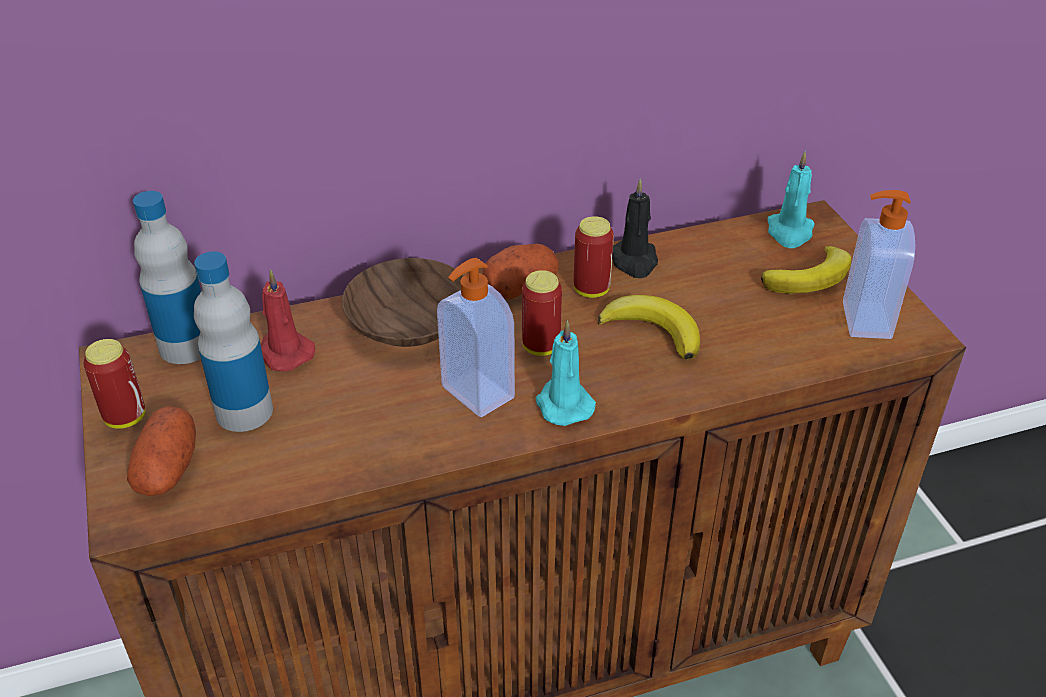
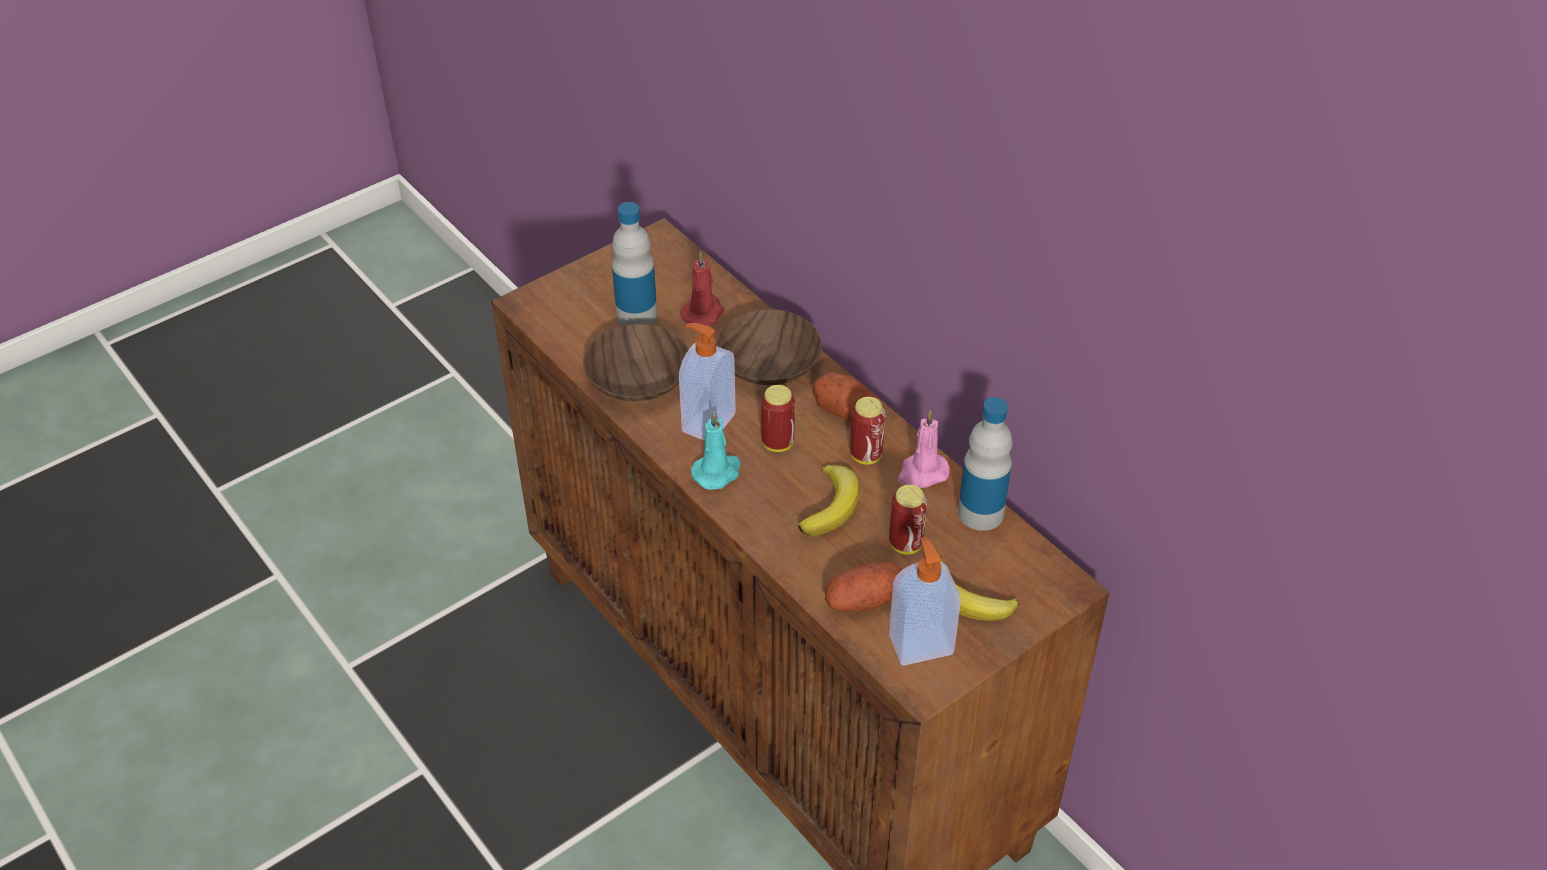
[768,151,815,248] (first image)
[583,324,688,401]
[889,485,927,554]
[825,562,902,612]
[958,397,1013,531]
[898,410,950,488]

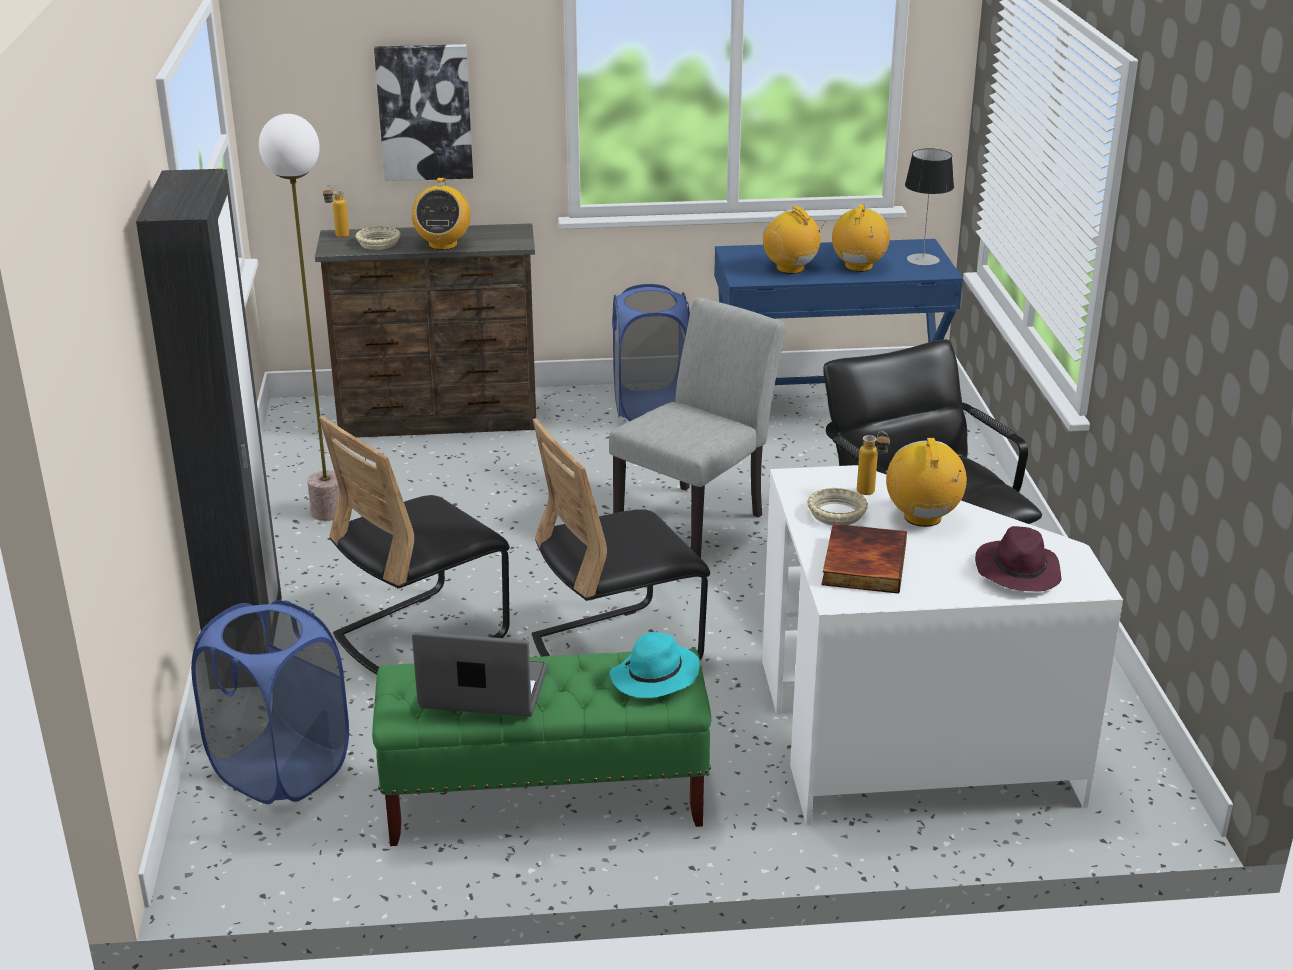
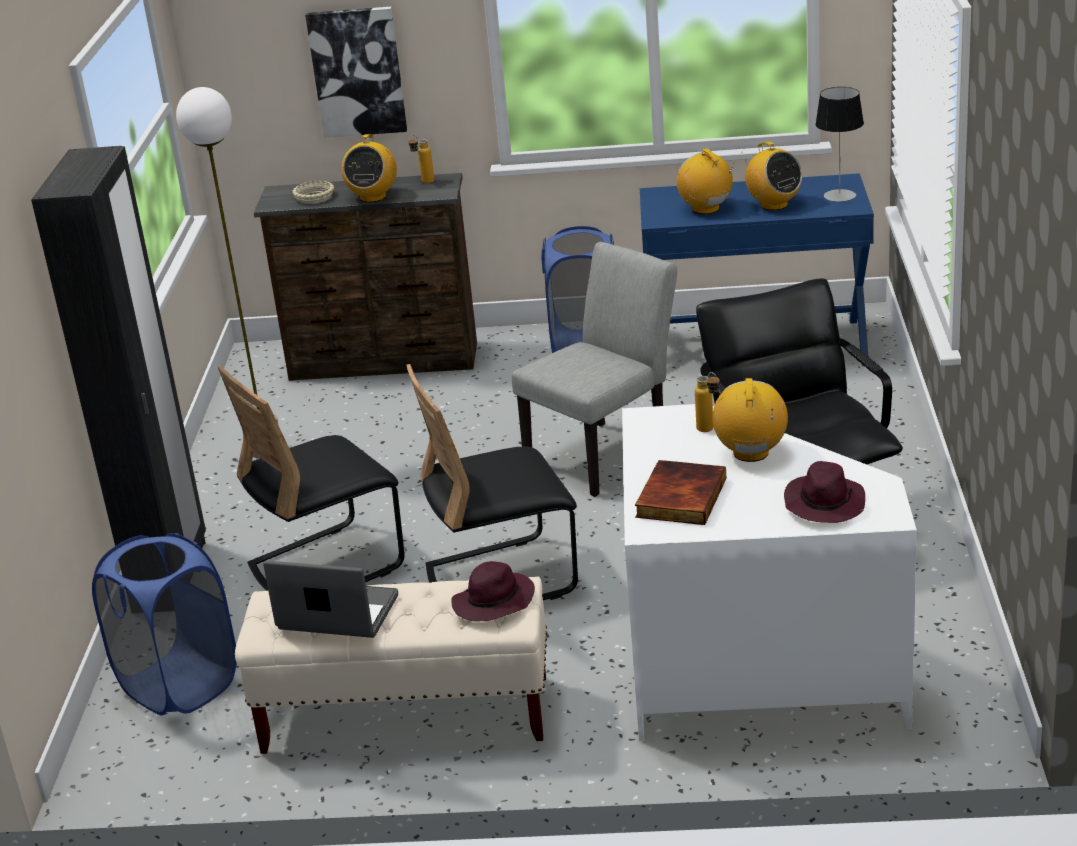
[807,487,868,525] (first image)
[408,135,434,183]
[235,577,547,754]
[451,561,535,622]
[742,142,802,210]

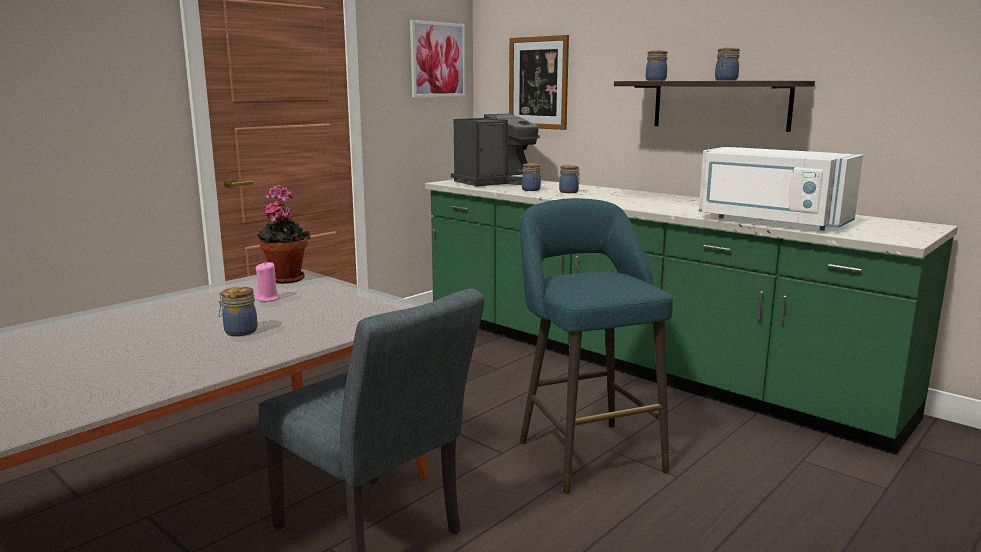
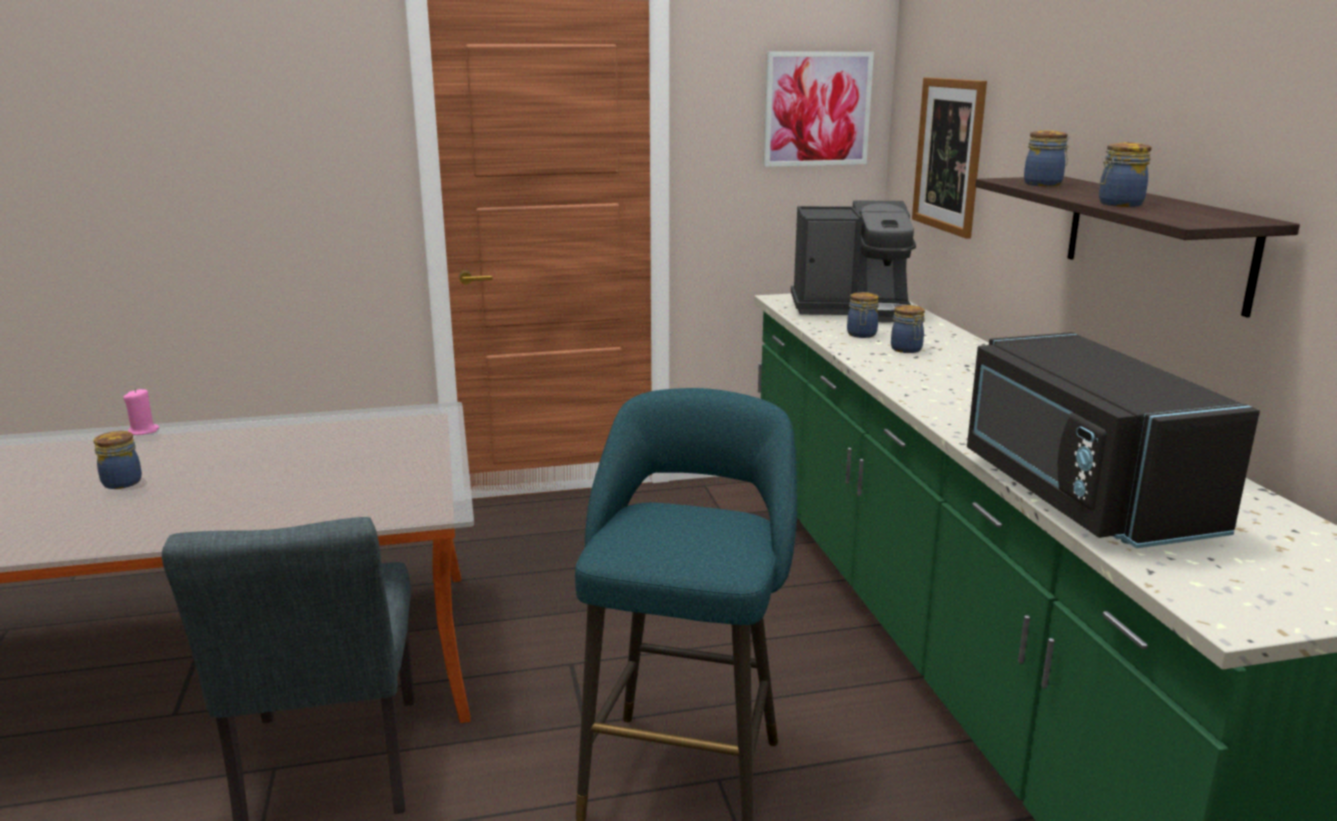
[257,185,311,284] (first image)
[94,431,142,489]
[123,388,159,435]
[967,332,1260,548]

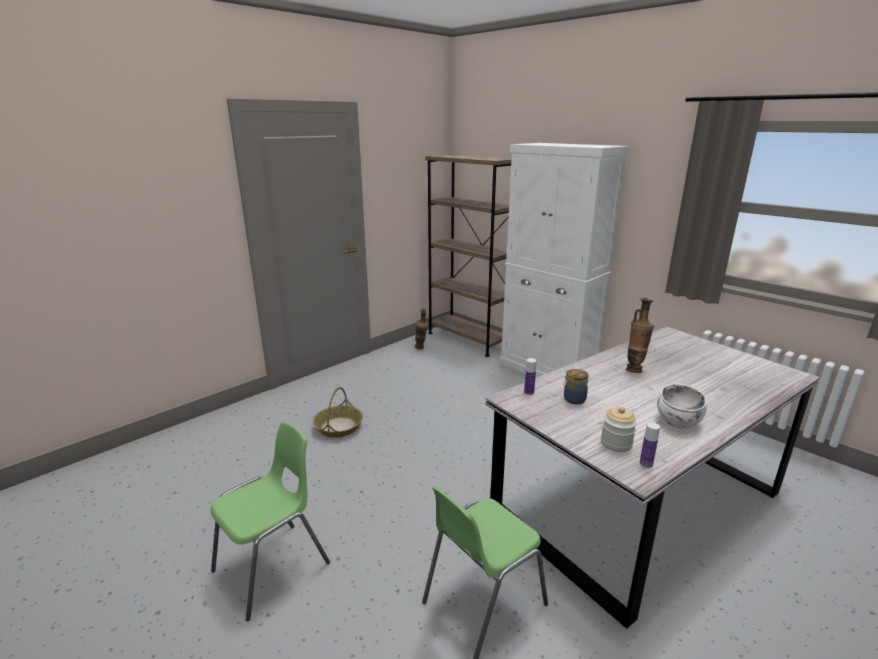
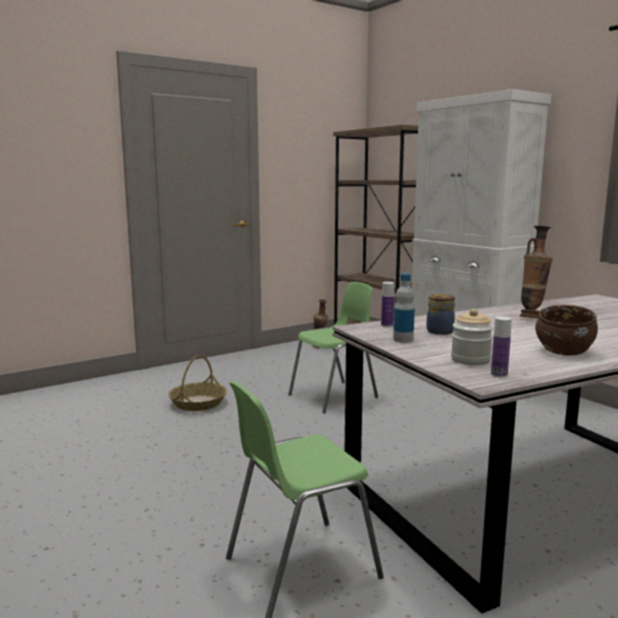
[393,273,415,343]
[289,282,378,413]
[535,305,598,356]

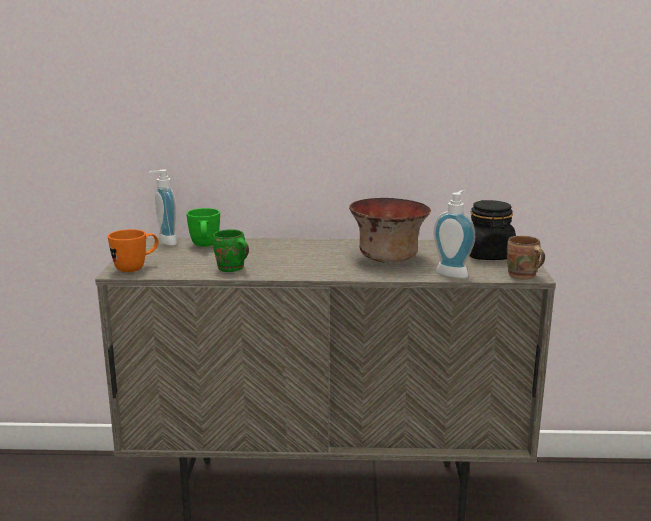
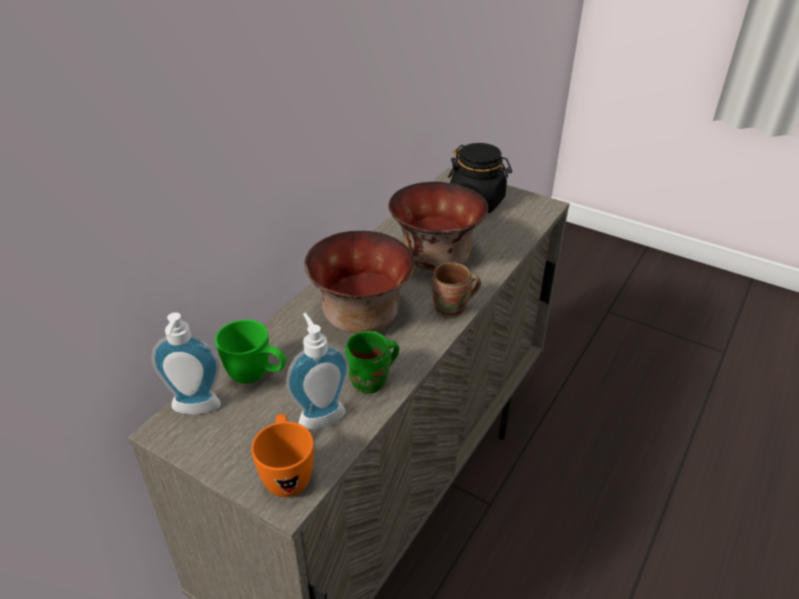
[304,231,415,333]
[286,313,349,430]
[431,262,481,318]

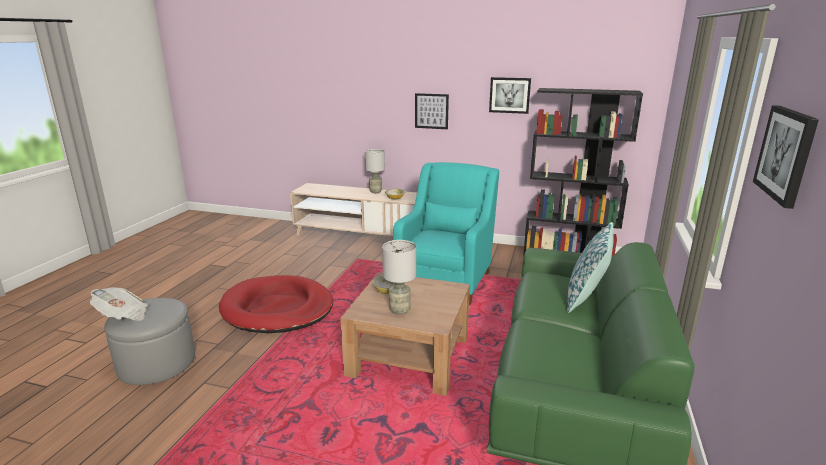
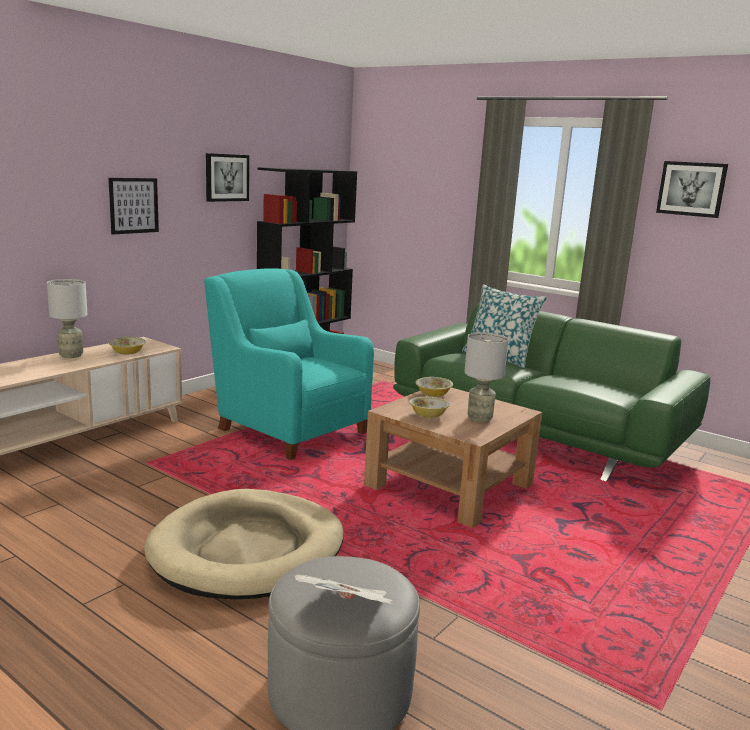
[416,377,453,397]
[144,489,343,600]

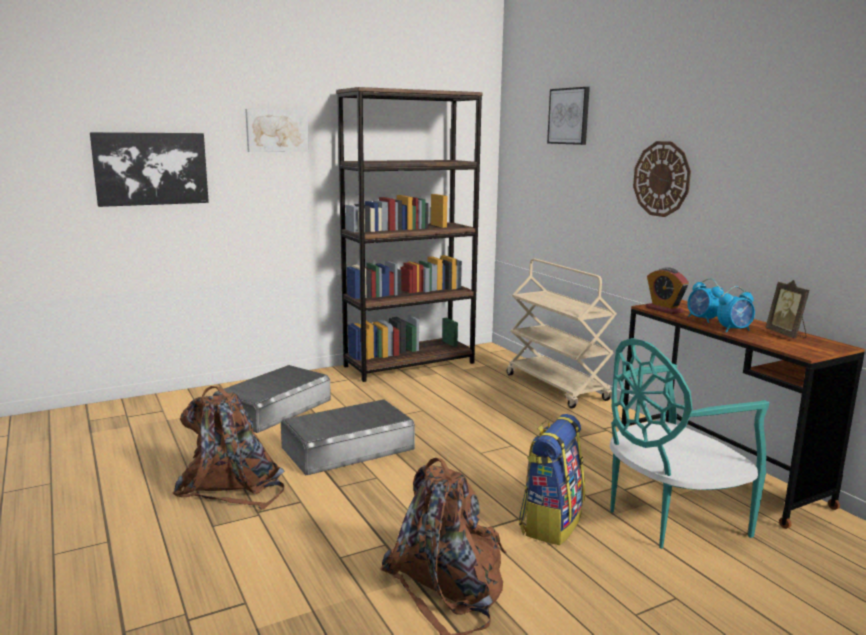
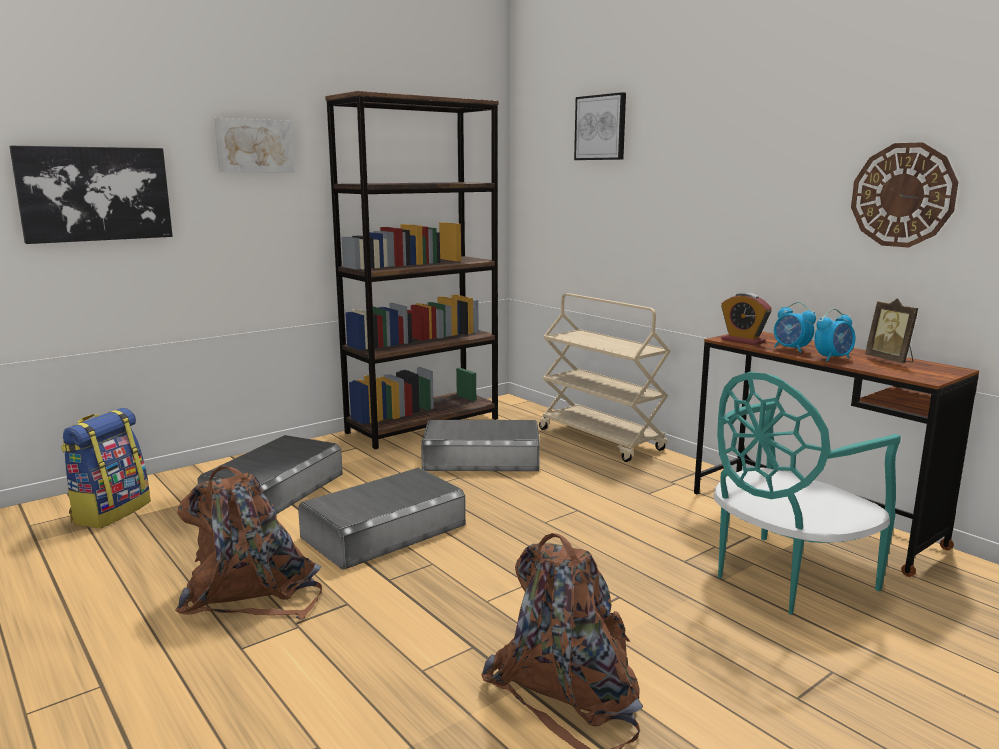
[421,420,540,471]
[61,408,151,528]
[851,142,958,247]

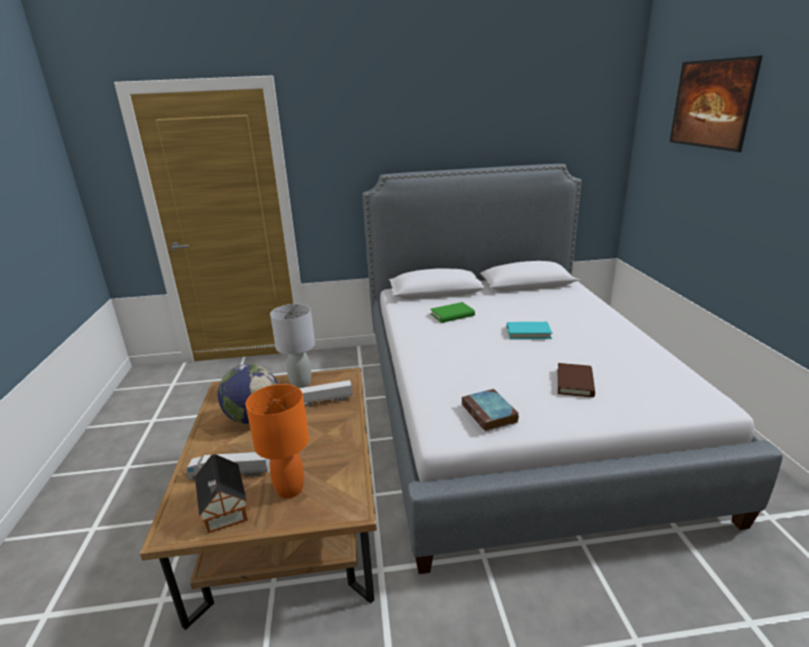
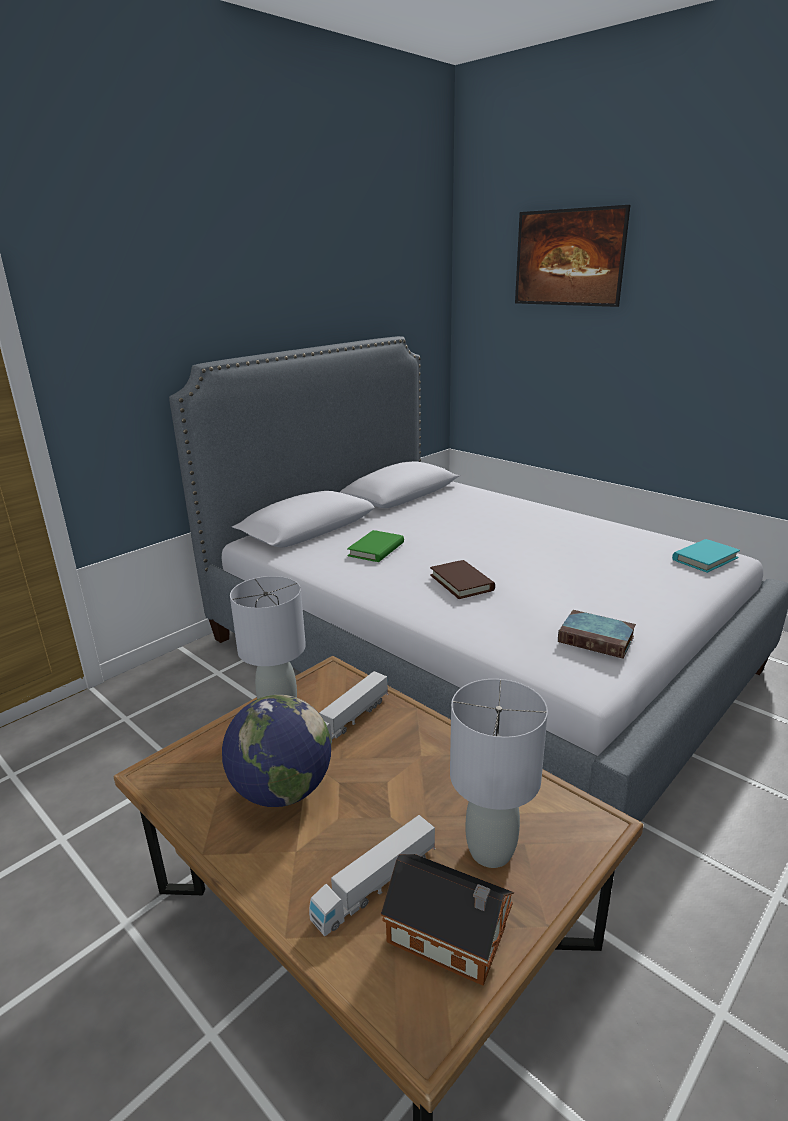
[672,539,740,573]
[430,560,495,599]
[450,679,548,868]

